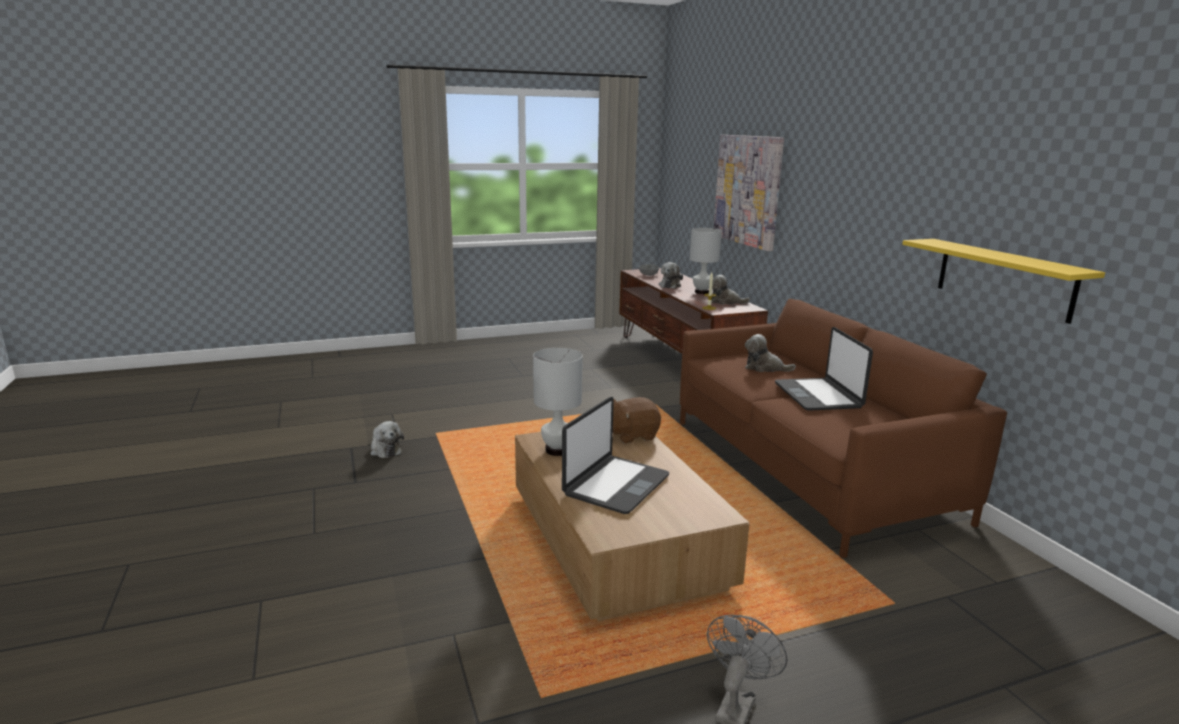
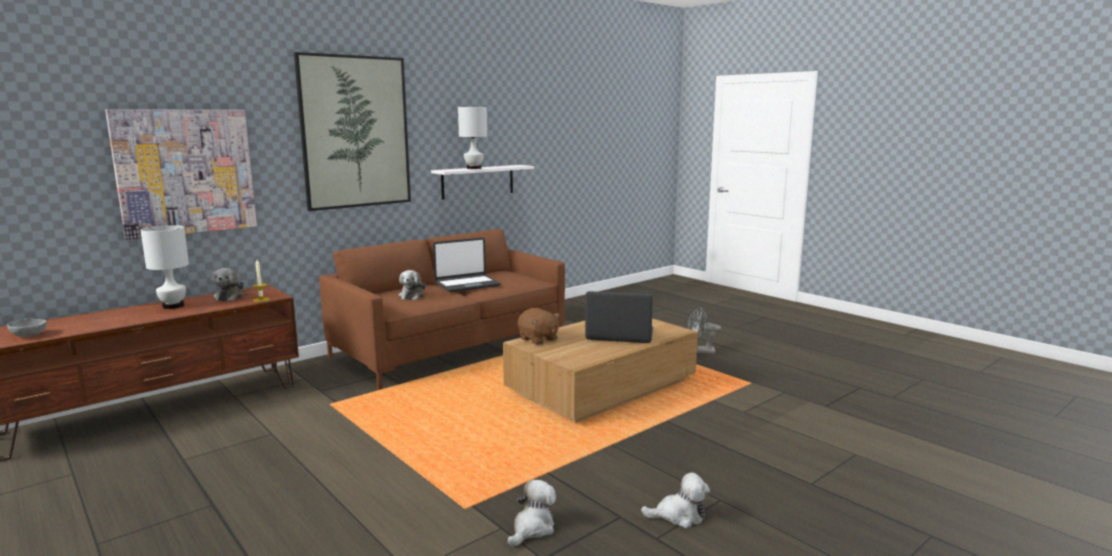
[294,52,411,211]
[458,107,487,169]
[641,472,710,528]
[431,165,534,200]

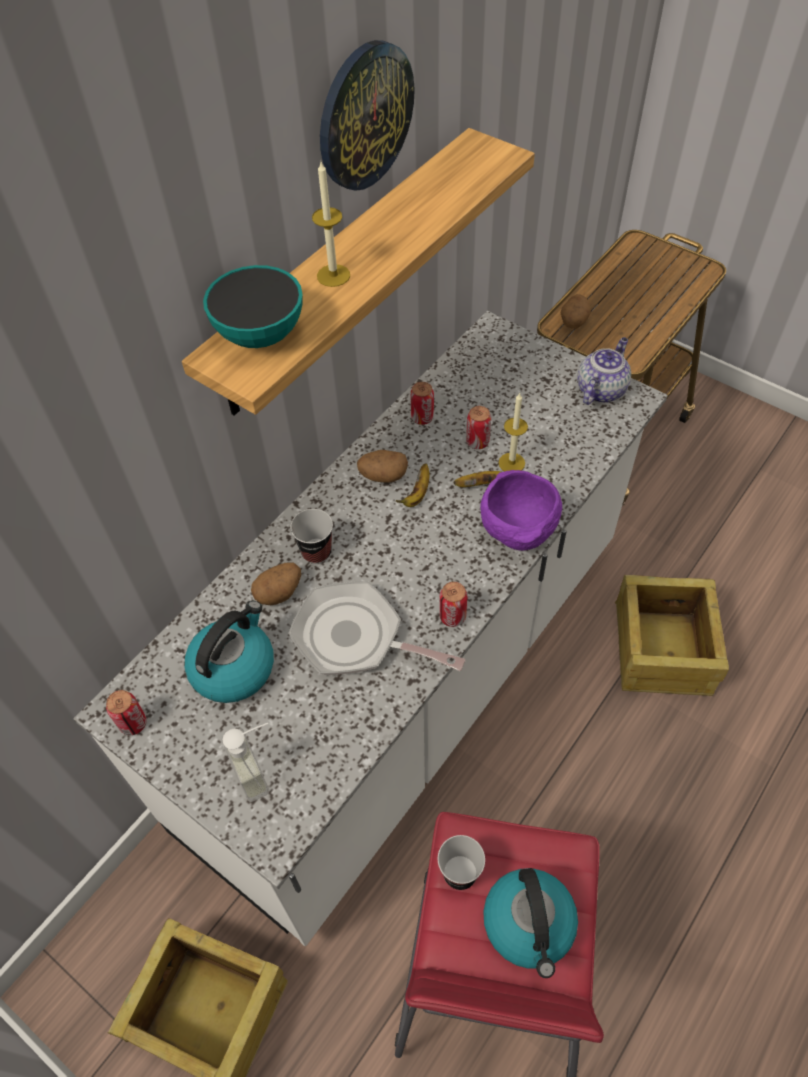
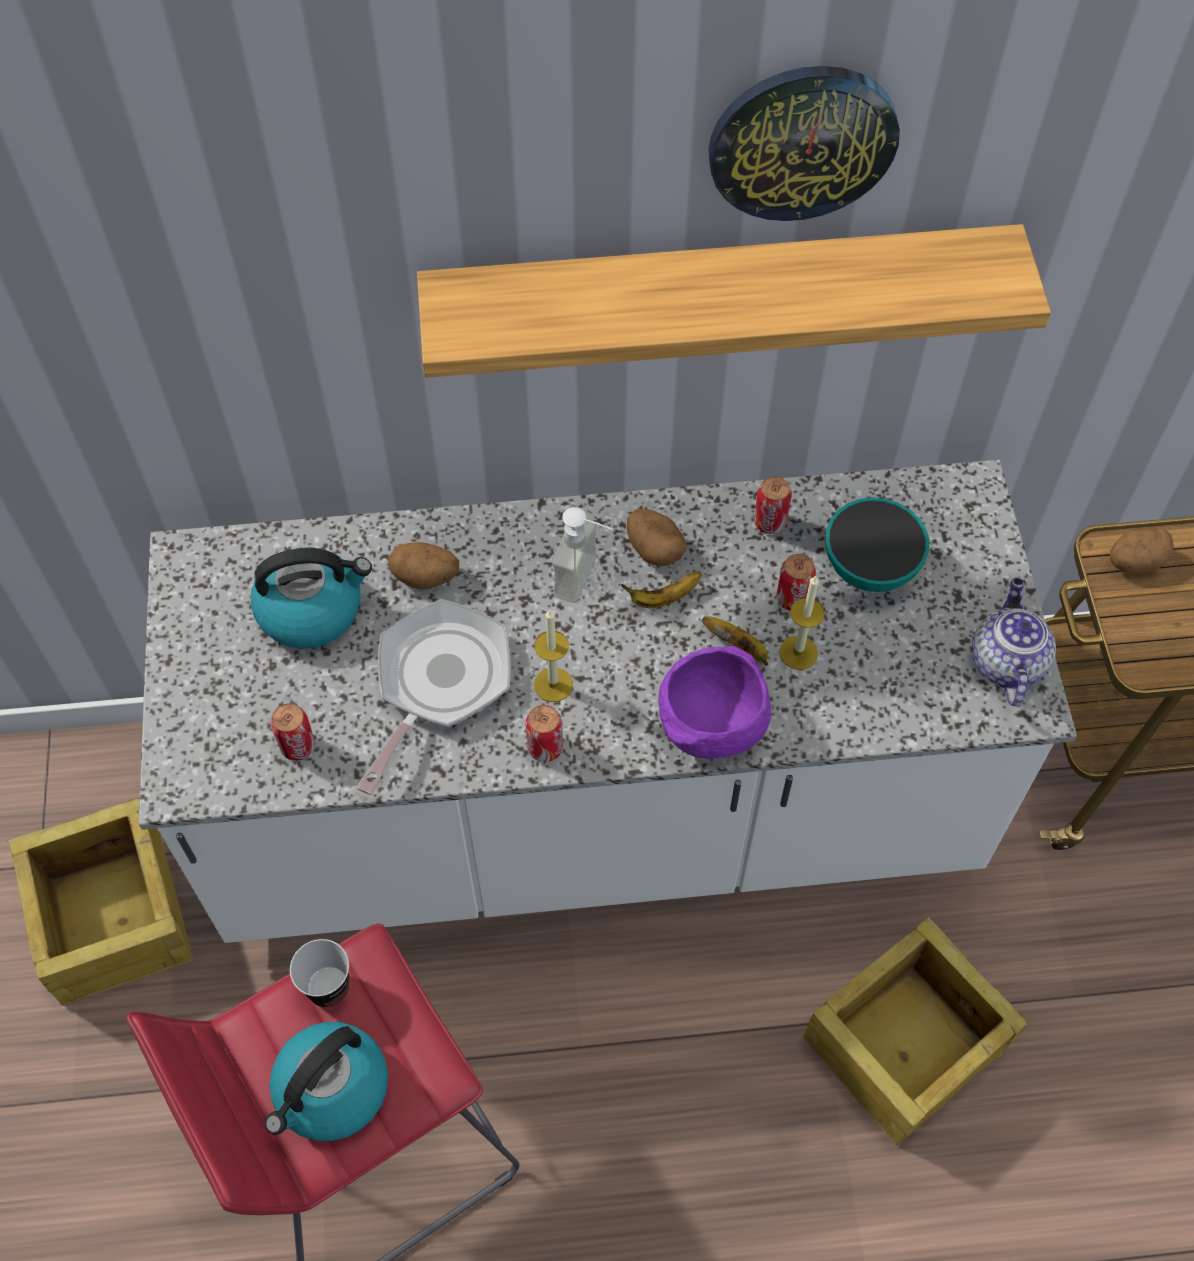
[290,509,333,564] (first image)
[271,703,315,761]
[826,497,929,592]
[553,507,613,603]
[534,610,573,702]
[356,599,511,795]
[972,578,1056,706]

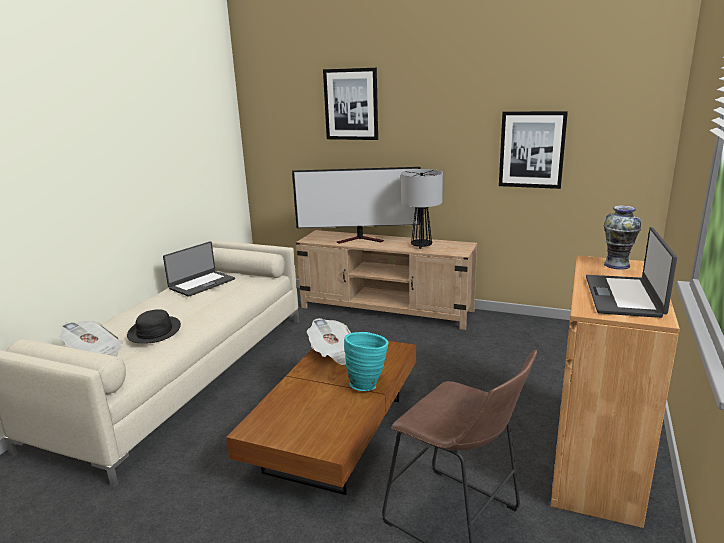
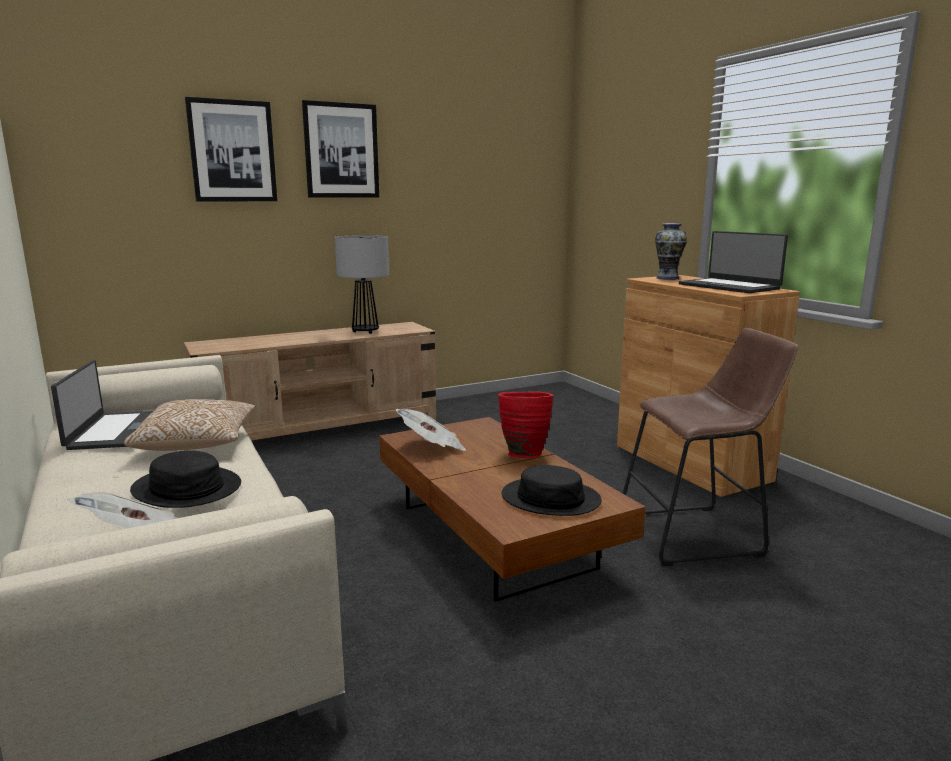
[292,167,421,244] (first image)
[124,399,256,451]
[502,465,602,516]
[302,100,379,197]
[498,391,554,458]

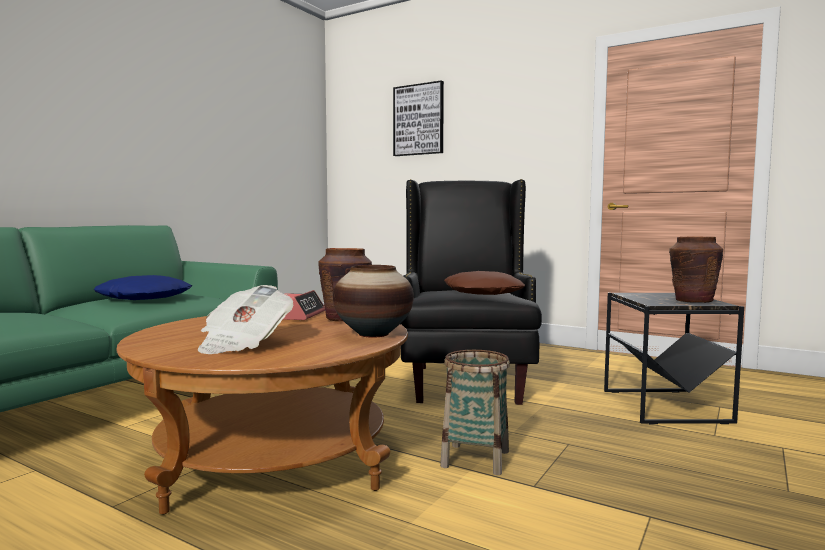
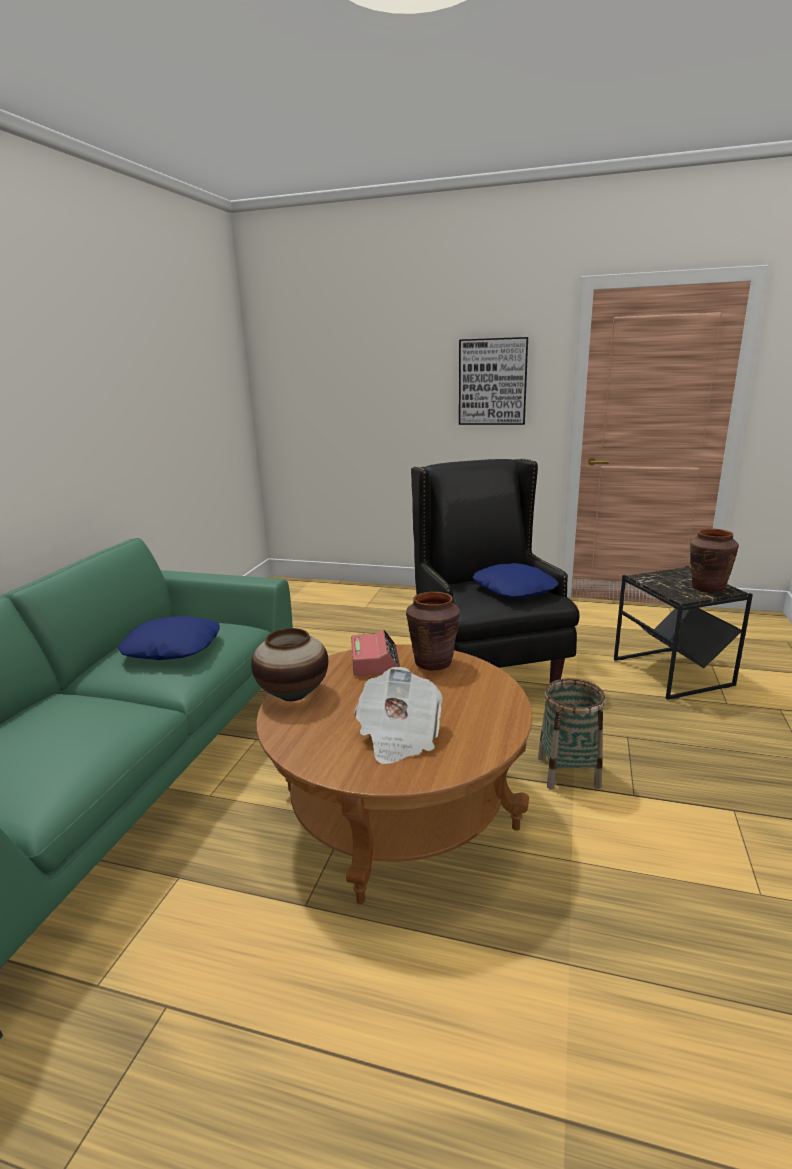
[251,628,328,701]
[459,337,528,425]
[473,563,558,598]

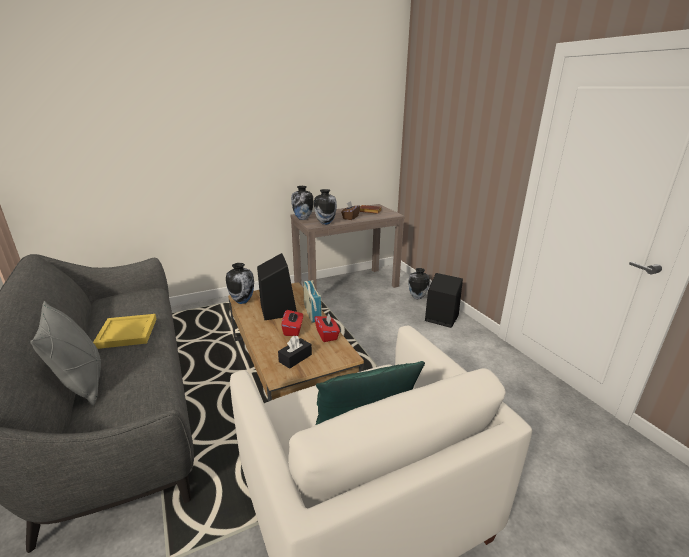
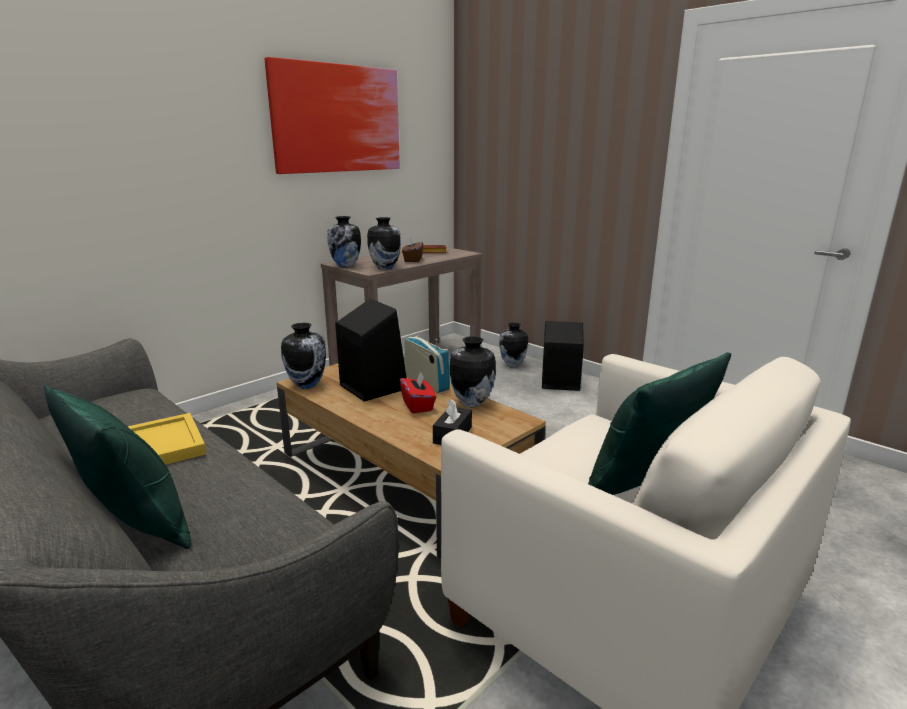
[264,57,400,174]
[450,336,496,407]
[44,385,191,549]

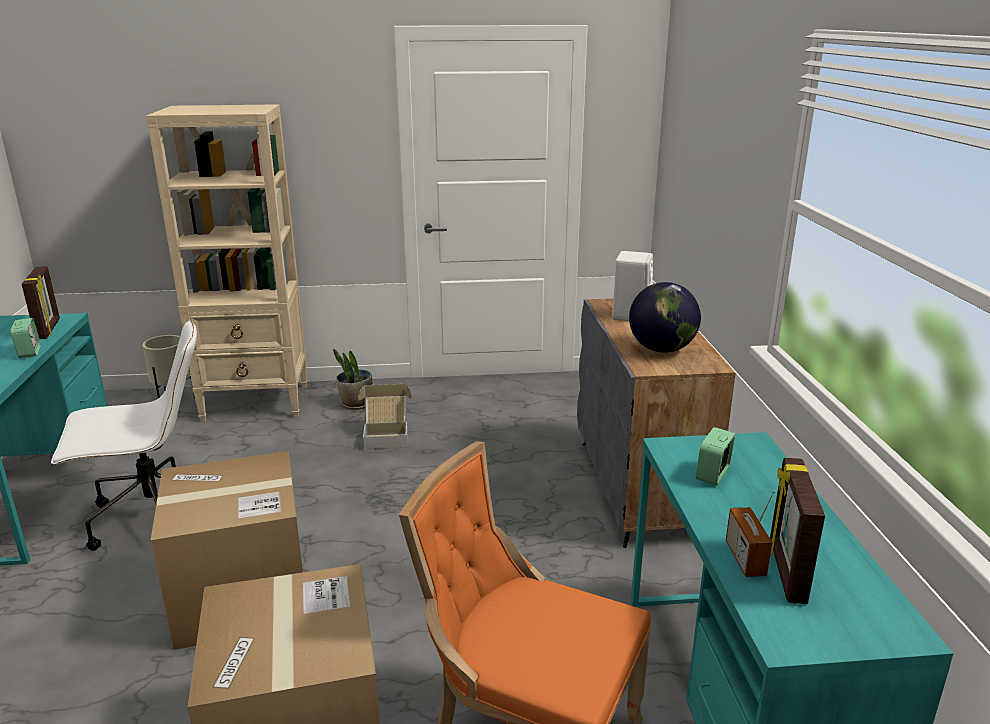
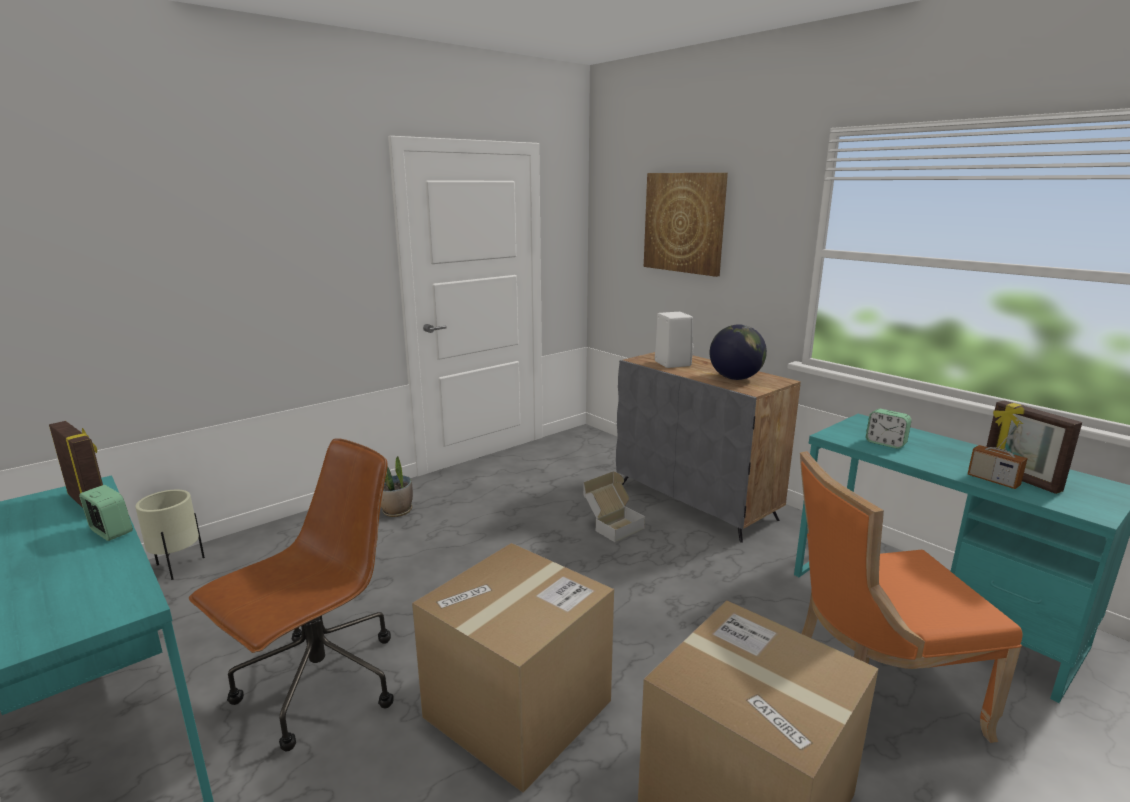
[146,104,308,422] (first image)
[644,173,728,277]
[583,471,645,542]
[189,438,394,751]
[866,409,912,449]

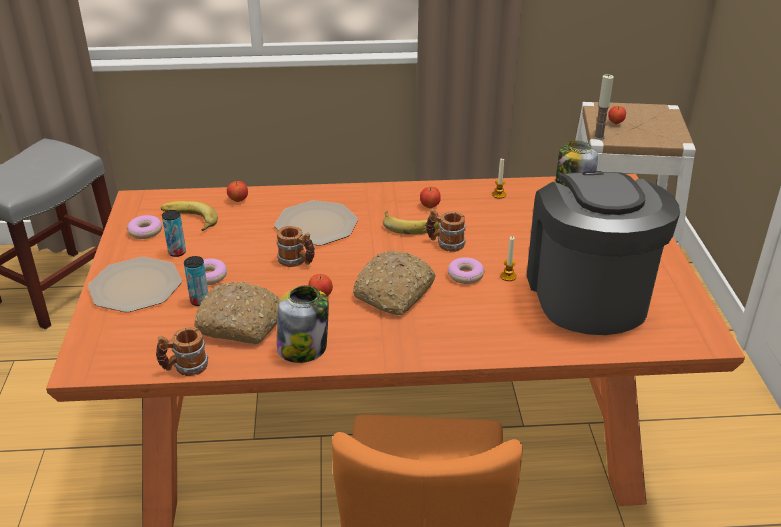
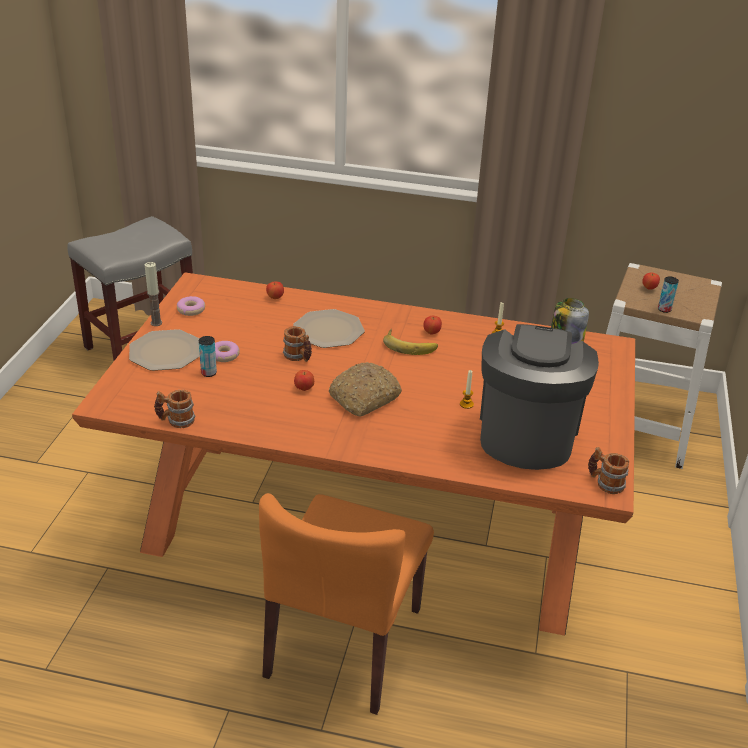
[161,201,218,231] (first image)
[195,282,280,344] (first image)
[277,286,329,363] (first image)
[448,257,485,284] (first image)
[658,277,679,313]
[588,447,629,494]
[145,262,162,326]

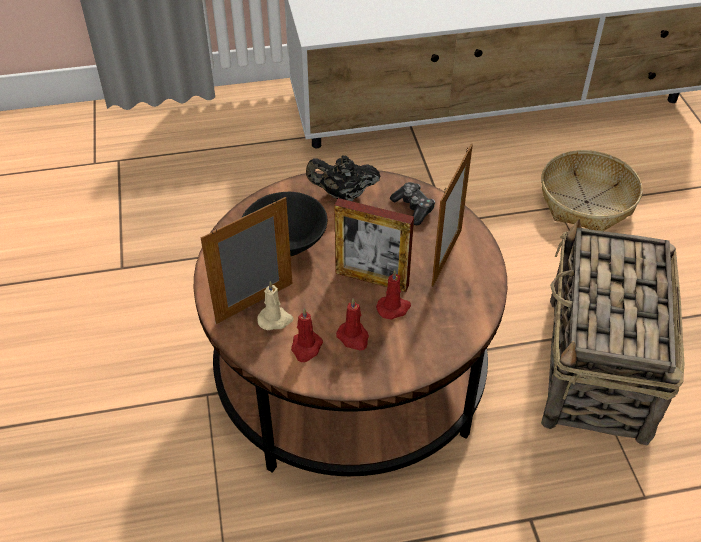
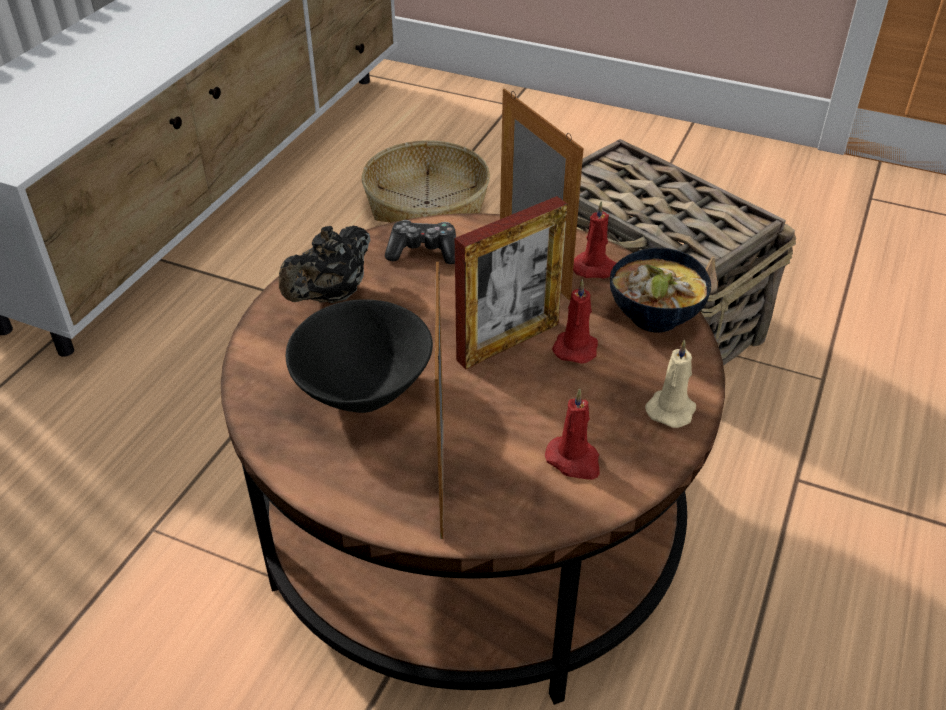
[610,248,711,332]
[645,340,696,428]
[573,201,616,278]

